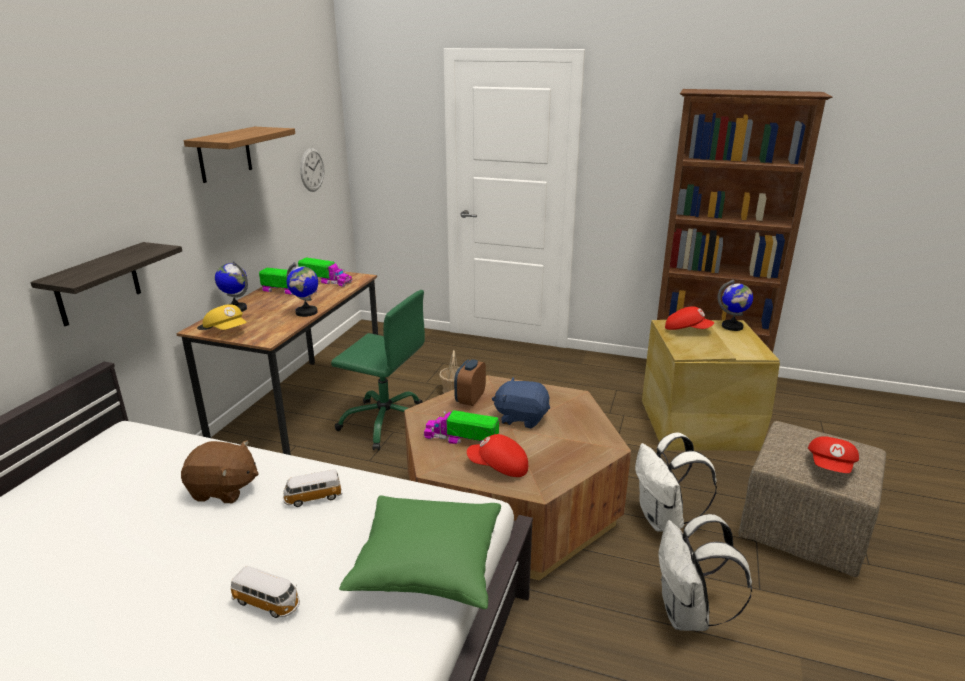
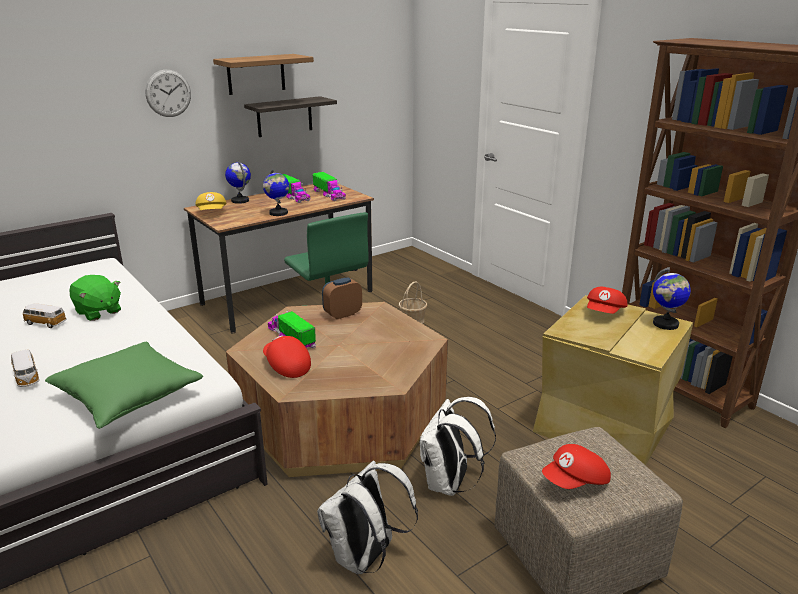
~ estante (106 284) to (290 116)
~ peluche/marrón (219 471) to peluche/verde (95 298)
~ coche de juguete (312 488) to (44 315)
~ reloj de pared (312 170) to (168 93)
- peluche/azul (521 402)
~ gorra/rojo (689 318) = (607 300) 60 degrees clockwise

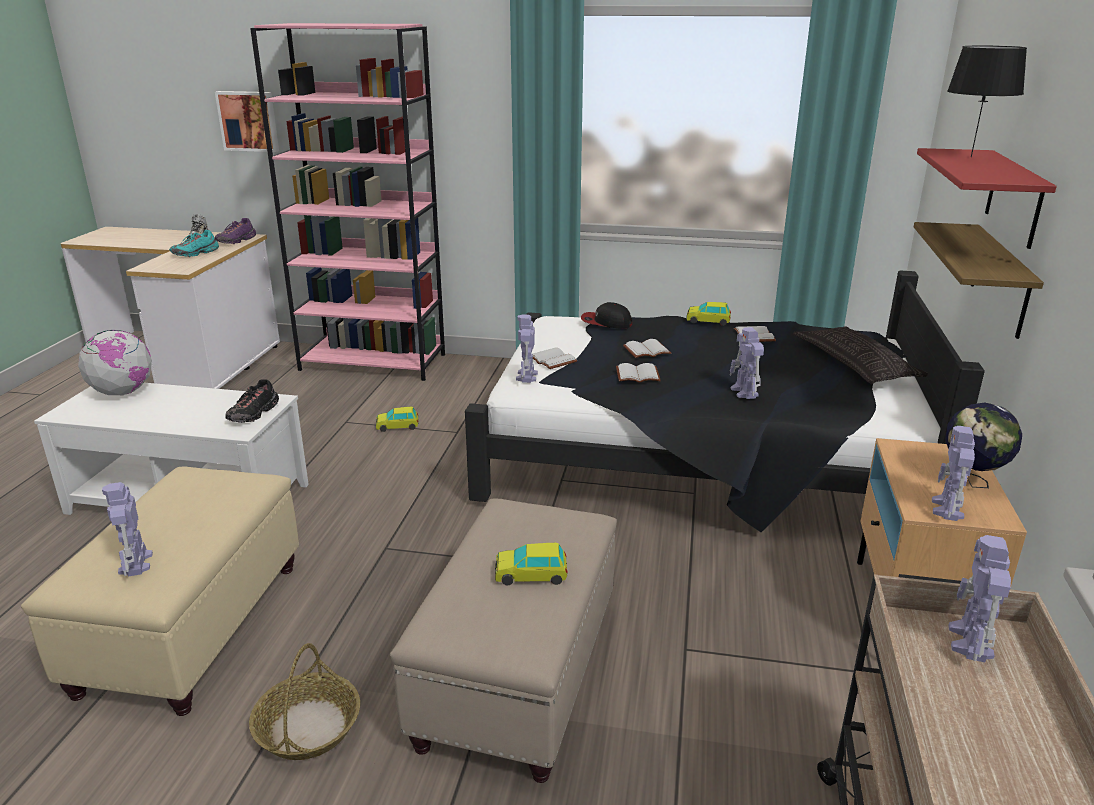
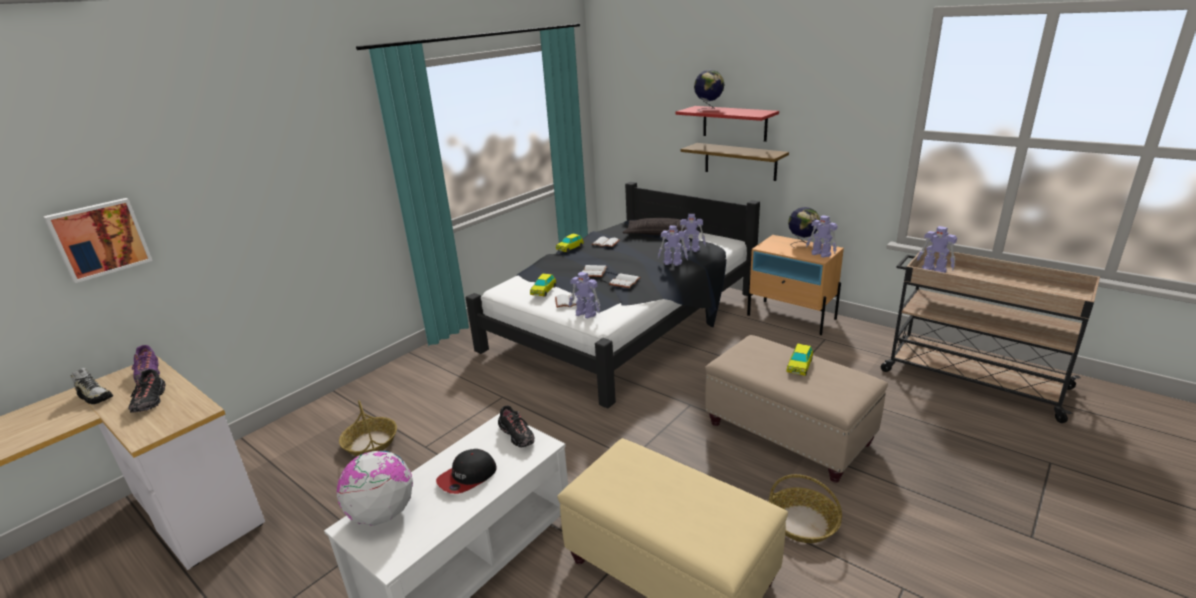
~ robot de juguete (127 529) to (692 233)
~ zapato/turquesa (194 243) to zapato/negro (147 391)
- estantería/rosa (347 202)
~ coche de juguete (397 419) to (543 285)
~ gorra (606 315) to (466 471)
~ lámpara de mesa/negro (987 101) to globo terráqueo (709 90)
+ cesta (368 428)

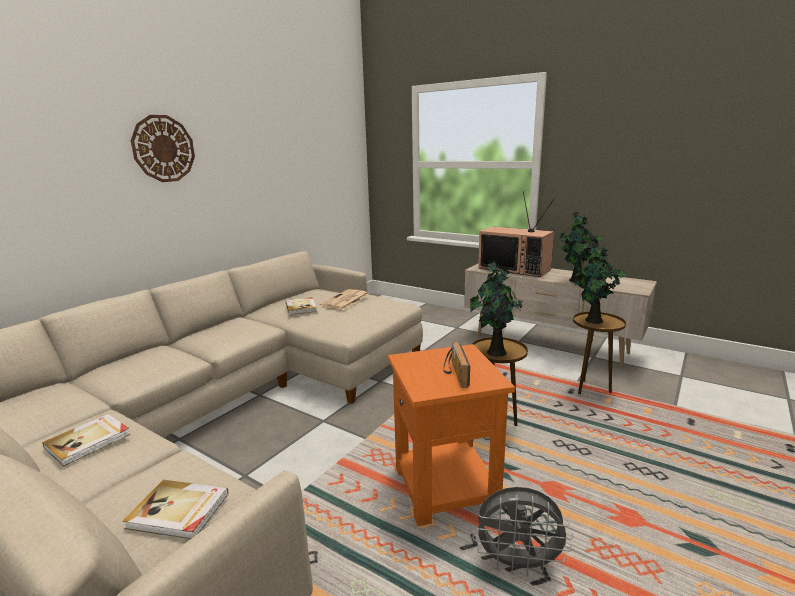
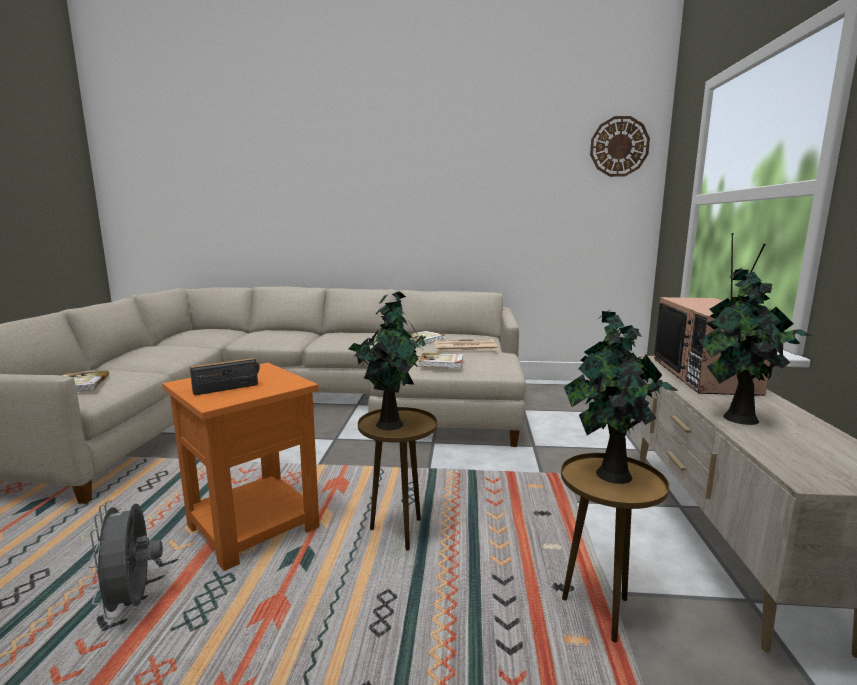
~ libro (86 440) to (441 360)
~ reloj de pared (163 148) to (620 146)

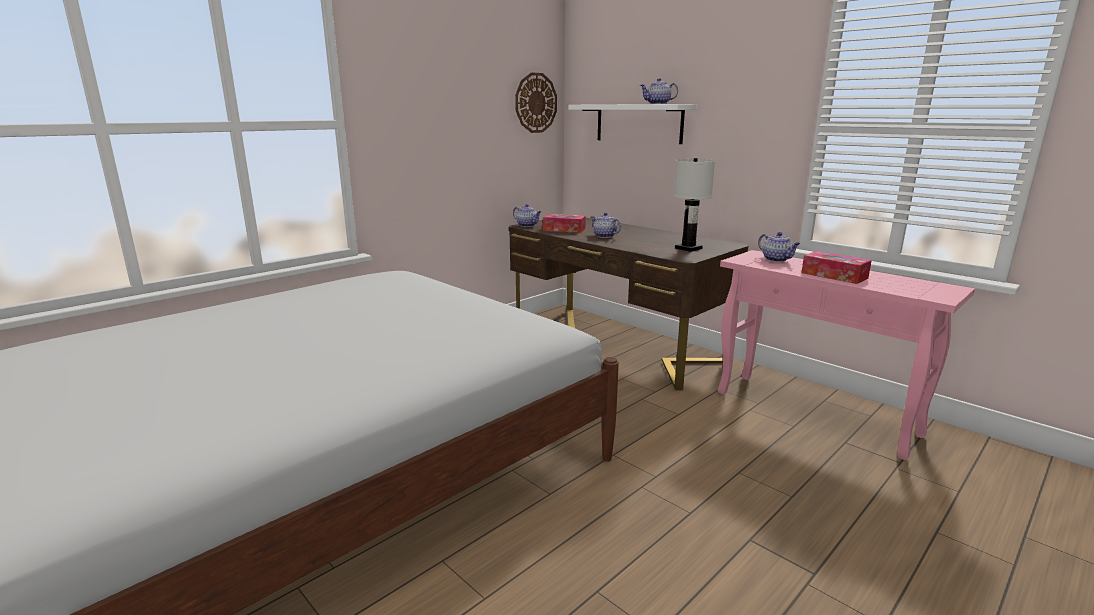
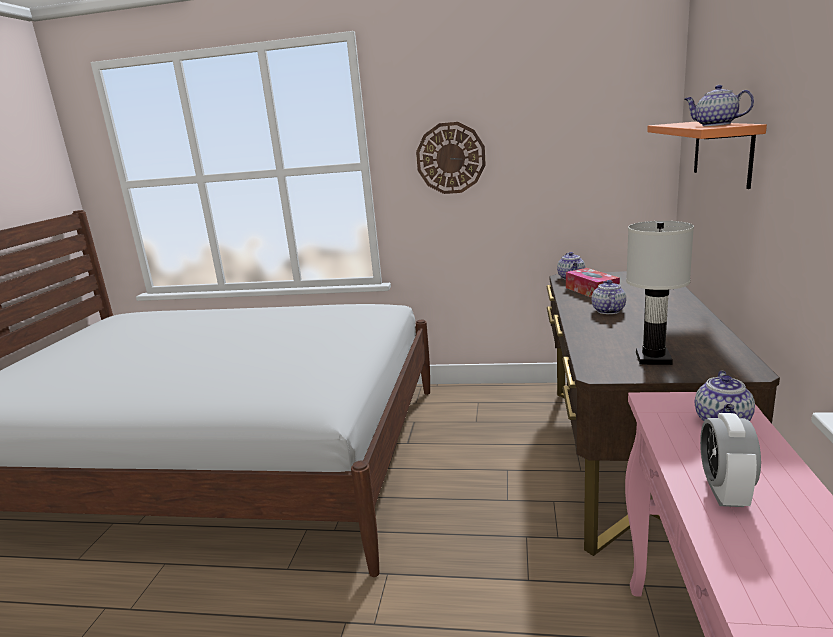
~ reloj de pared (536 102) to (451 158)
~ estante/blanco (633 124) to estante/naranja (707 155)
~ caja de pañuelos (836 267) to despertador (730 460)

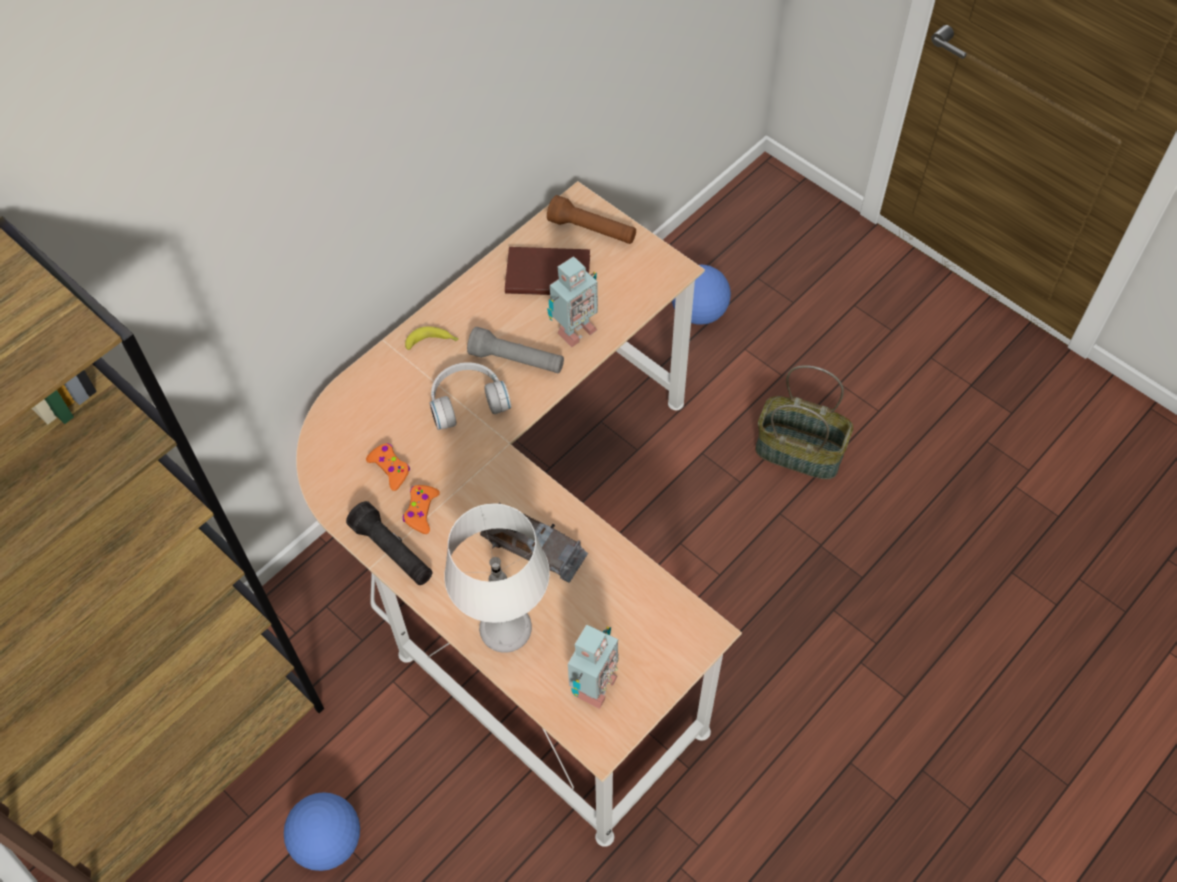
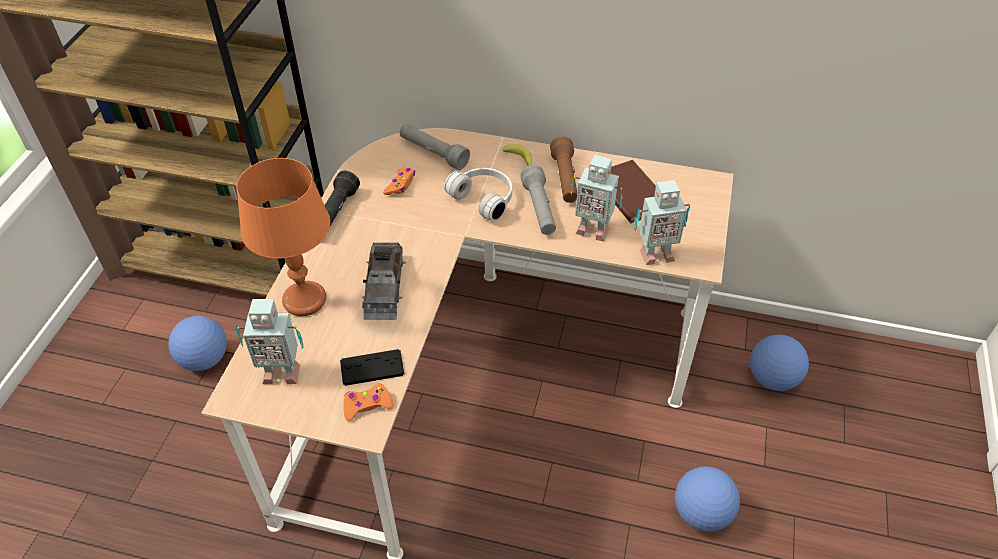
~ mando de consola/naranja (421 509) to (368 402)
~ lámpara de mesa/blanco (497 578) to lámpara de mesa/naranja (283 237)
~ linterna/marrón (591 219) to (563 170)
~ cesta (804 422) to balón de fútbol (707 499)
+ mando de consola/negro (372 367)
+ linterna/gris (435 147)
+ robot de juguete (662 222)

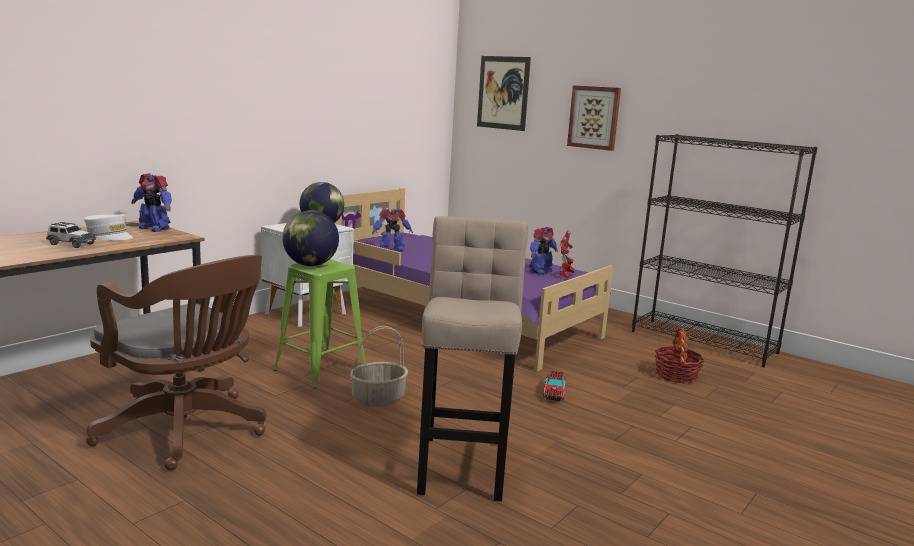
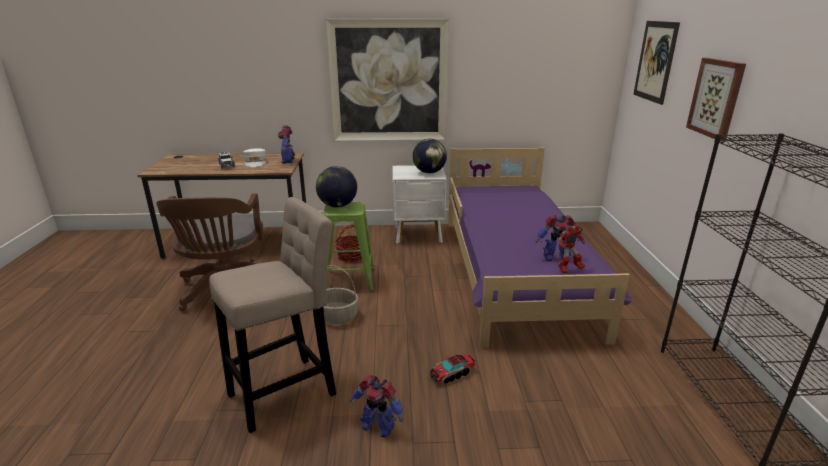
~ robot de juguete (392 230) to (376 406)
~ cesta (679 355) to (348 243)
+ cuadro (387 80)

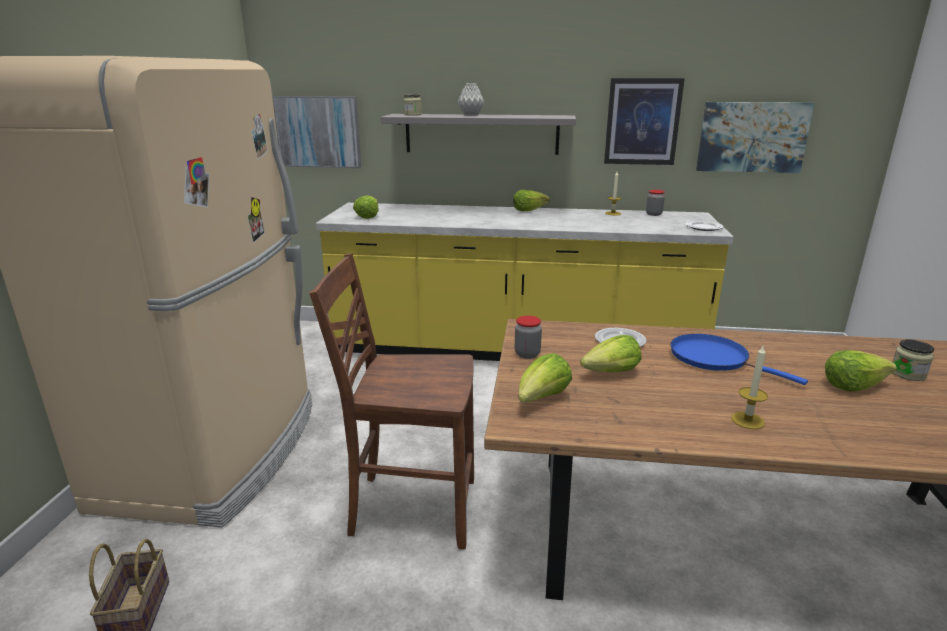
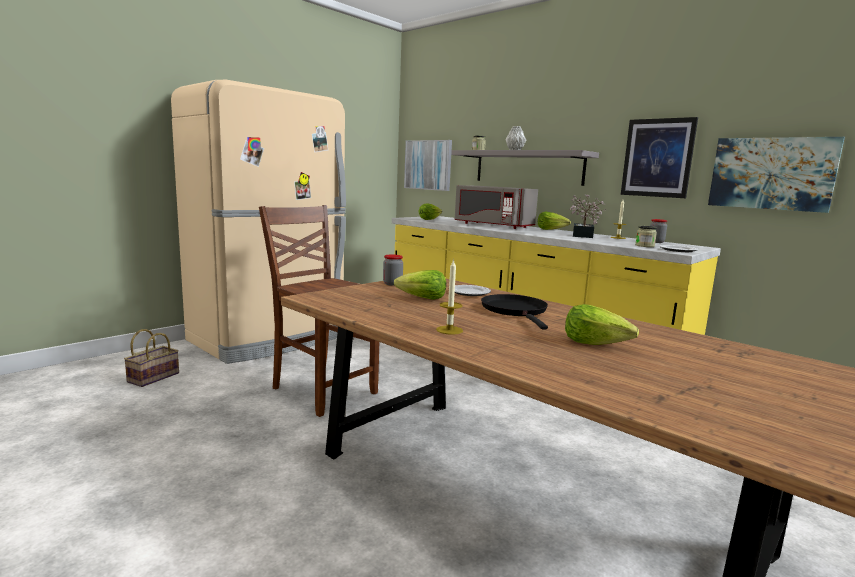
- lechuga (545 378)
~ sartén/azul (739 359) to sartén/negro (514 312)
~ tarro (913 360) to (646 236)
+ microondas/gris (496 207)
+ planta en maceta (587 216)

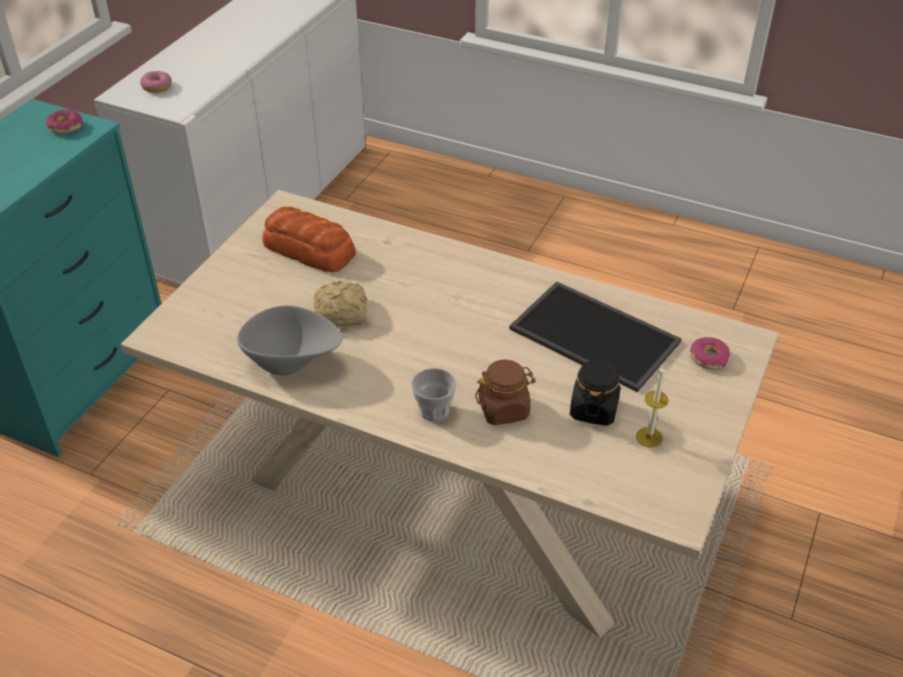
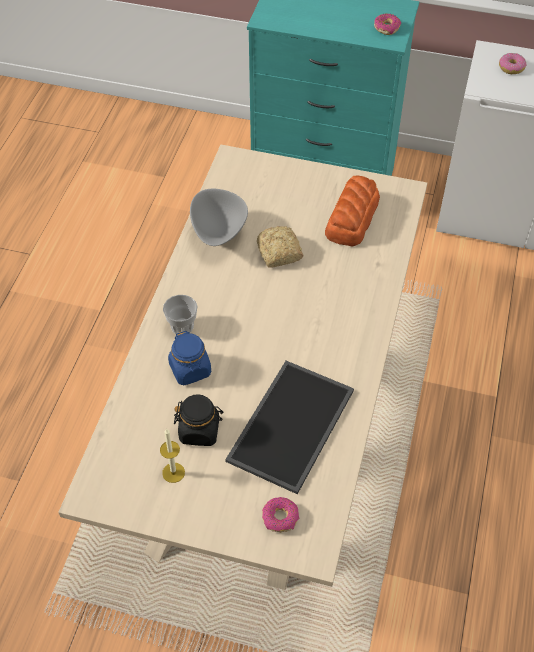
~ tarro/marrón (505 392) to tarro/azul (189 358)

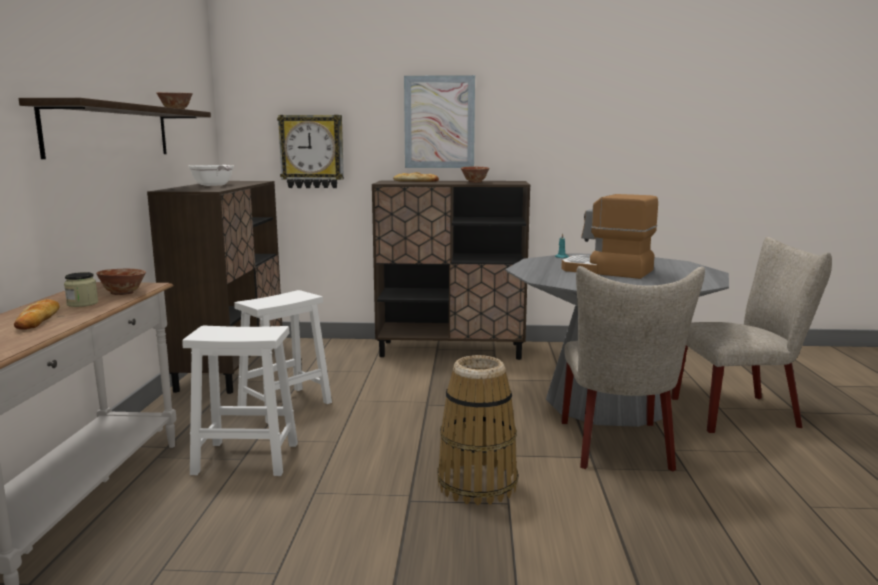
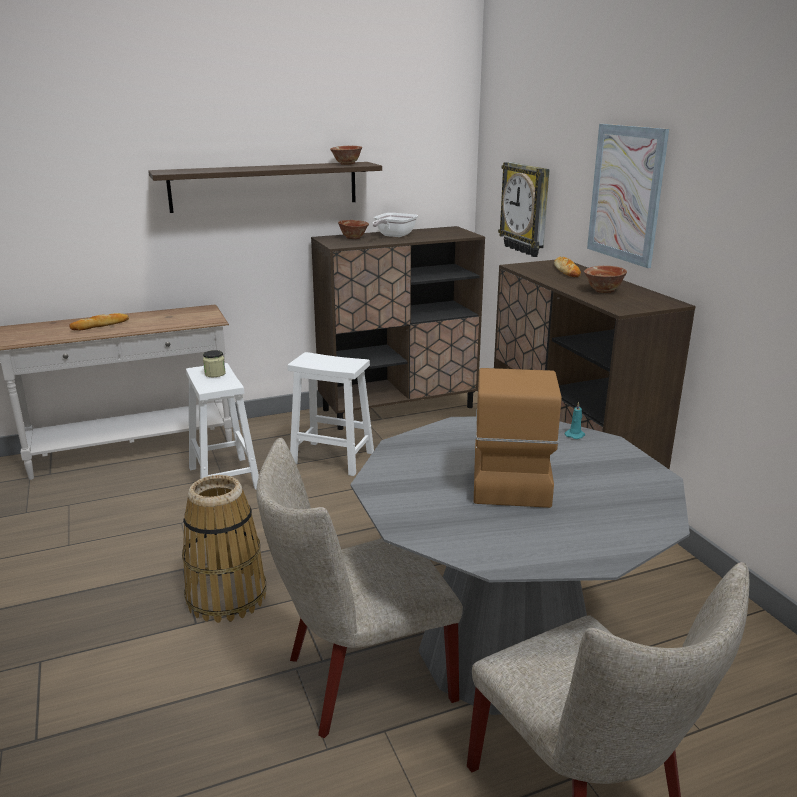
~ tarro (81 289) to (214 363)
~ cuenco (121 282) to (353 229)

